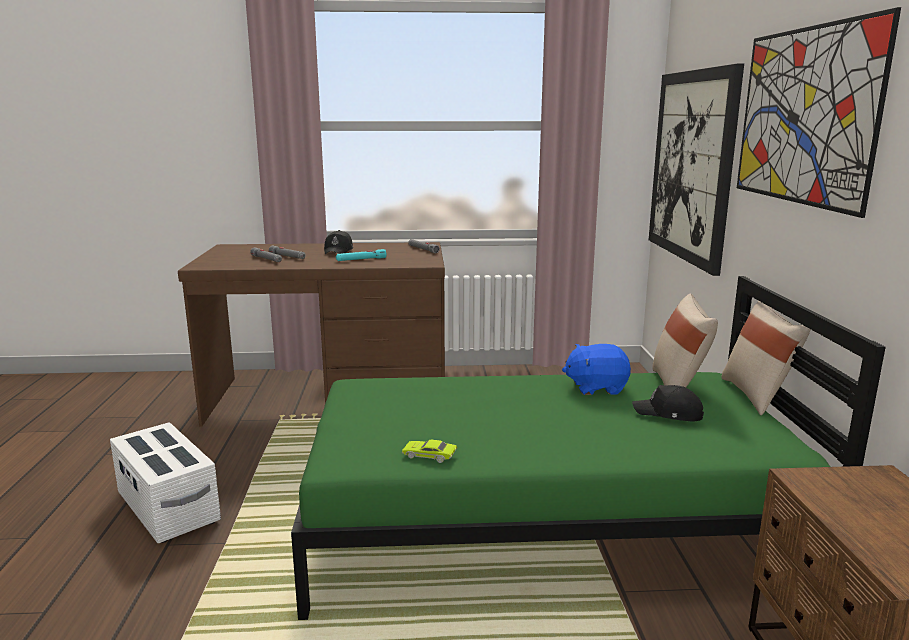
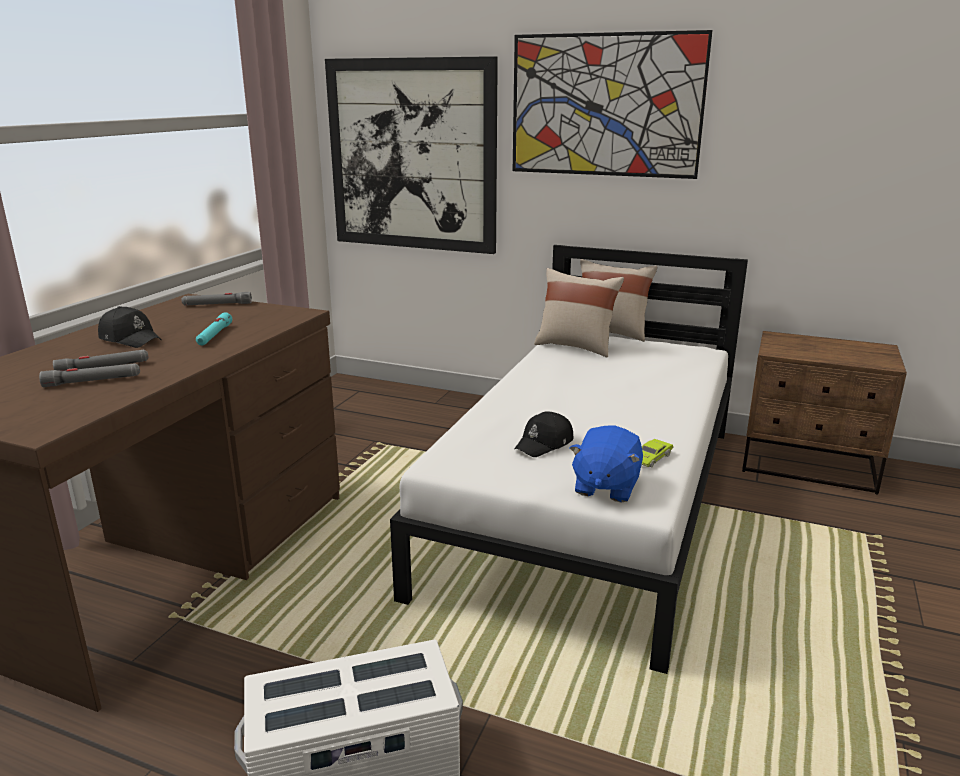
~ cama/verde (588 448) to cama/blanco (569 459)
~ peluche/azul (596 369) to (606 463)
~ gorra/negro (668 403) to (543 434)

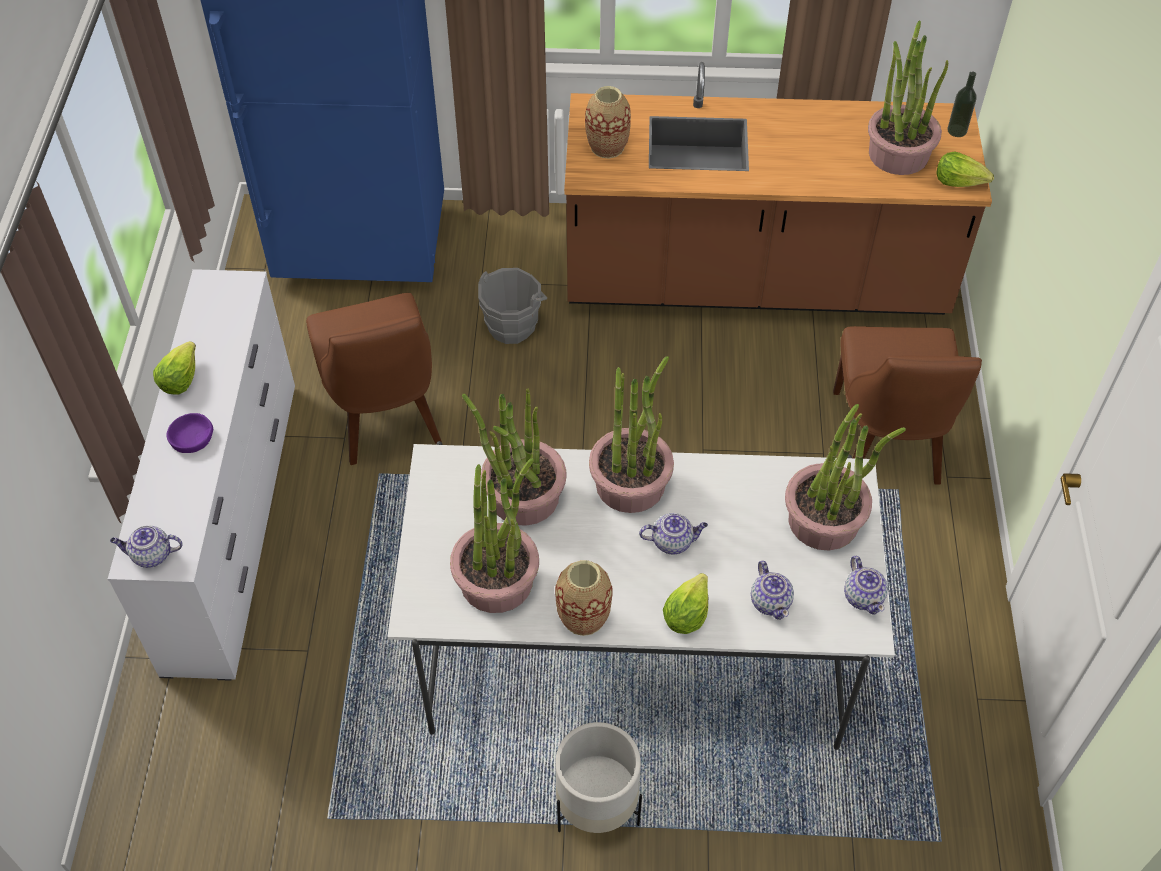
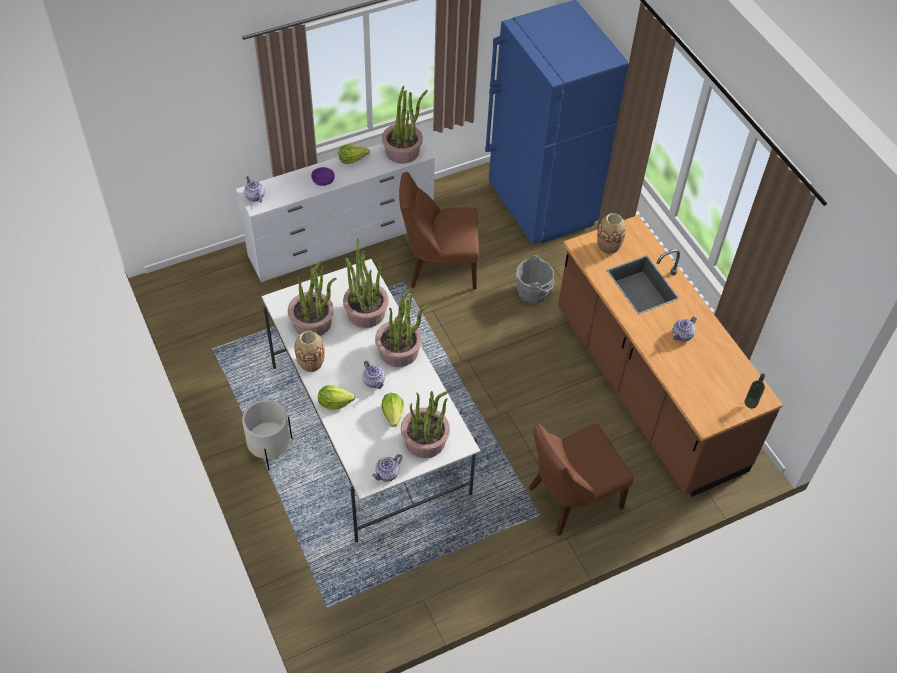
~ silla/marrón (374 379) = (439 230) 45 degrees clockwise
~ tetera (772 590) to (684 328)
~ planta en maceta (908 97) to (405 125)
~ lechuga (965 169) to (393 410)

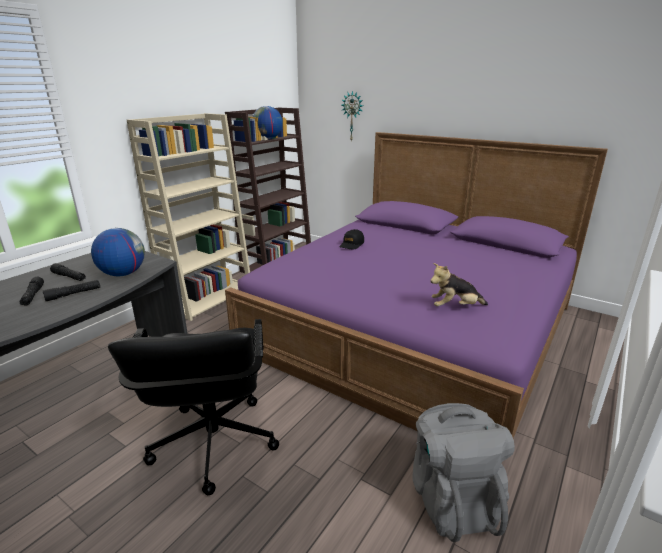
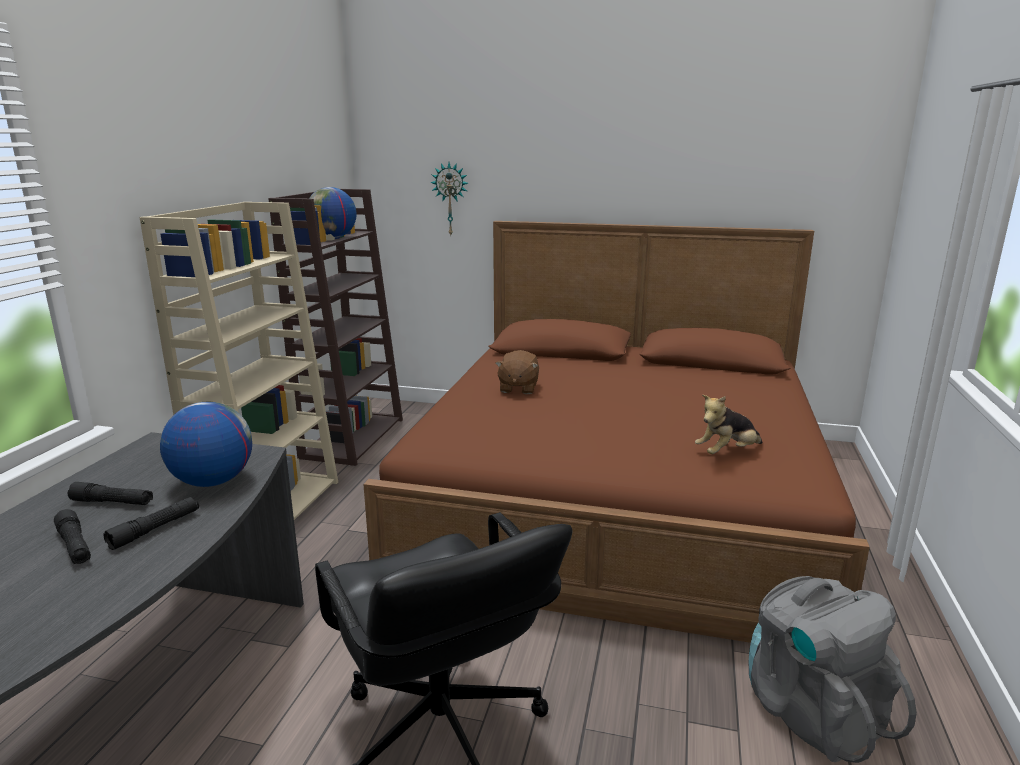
~ cama/morado (416 285) to cama/marrón (616 432)
~ gorra/negro (352 239) to peluche/marrón (517 372)

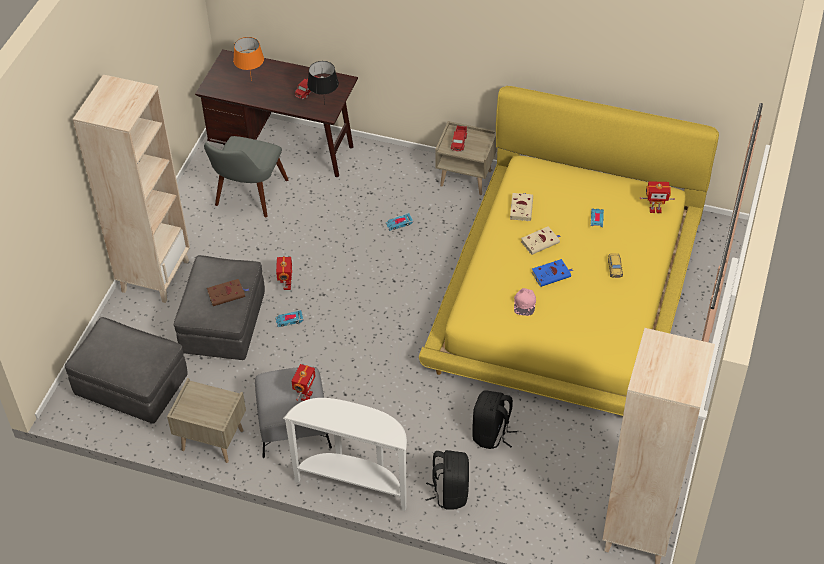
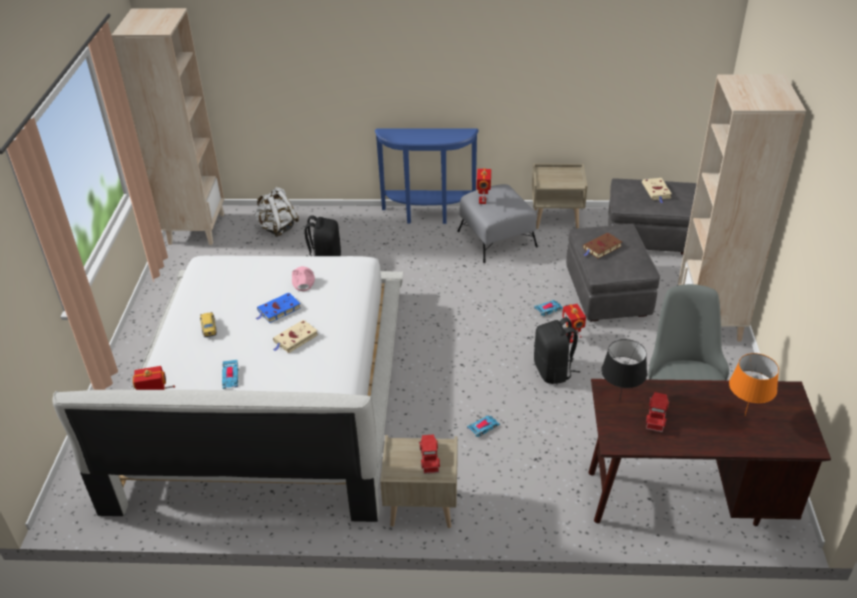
~ mesa consola/blanco (345 454) to mesa consola/azul (427 176)
~ cama/amarillo (569 251) to cama/blanco (227 388)
~ mochila/negro (447 480) to (557 350)
~ libro/beis (521 207) to (657 190)
+ mochila/blanco (276 211)

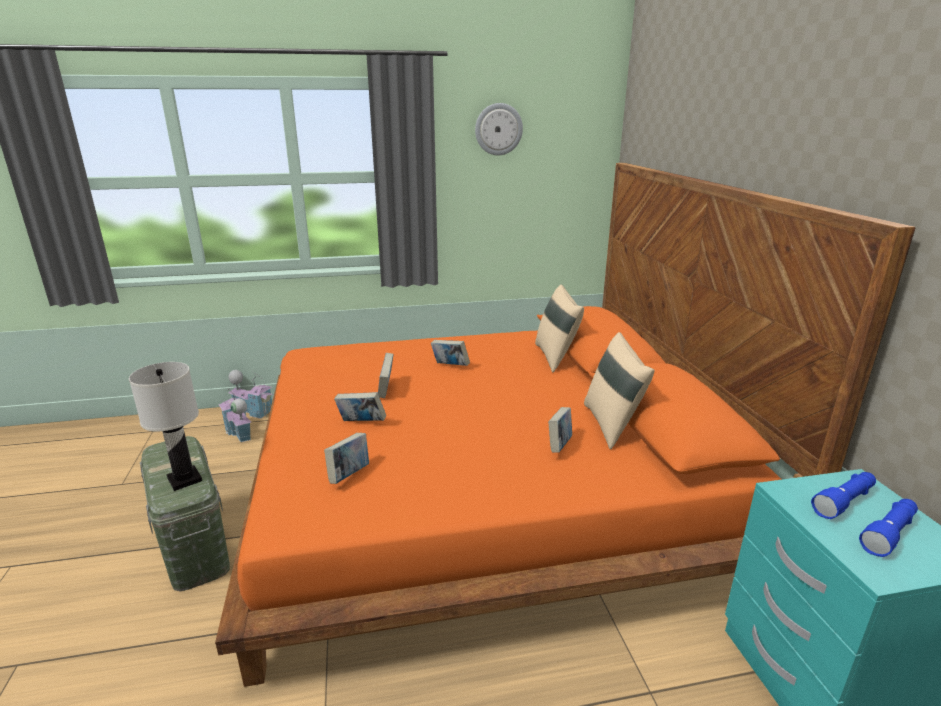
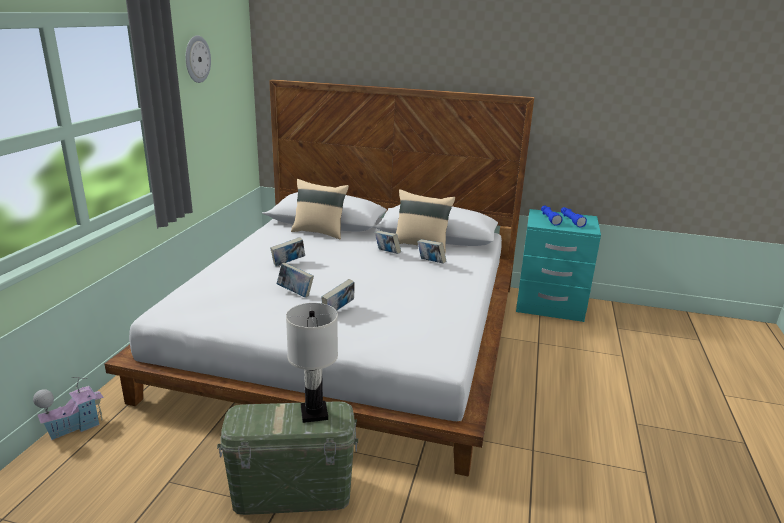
~ cama/naranja (565 425) to cama/blanco (319 278)
- casita (234 414)
~ libro (346 458) to (388 242)

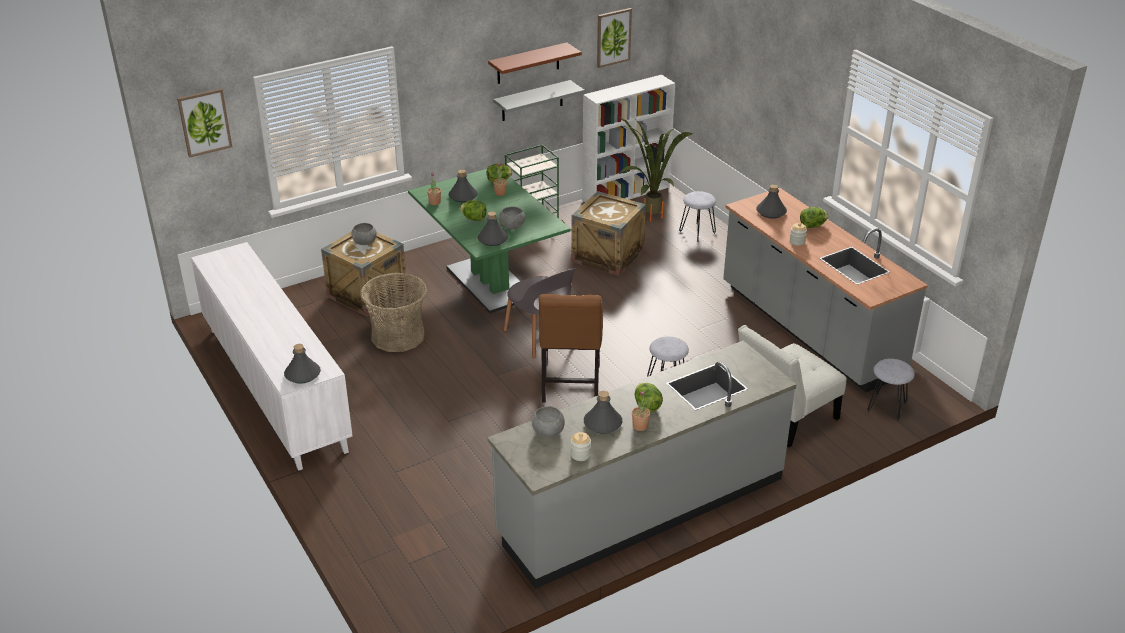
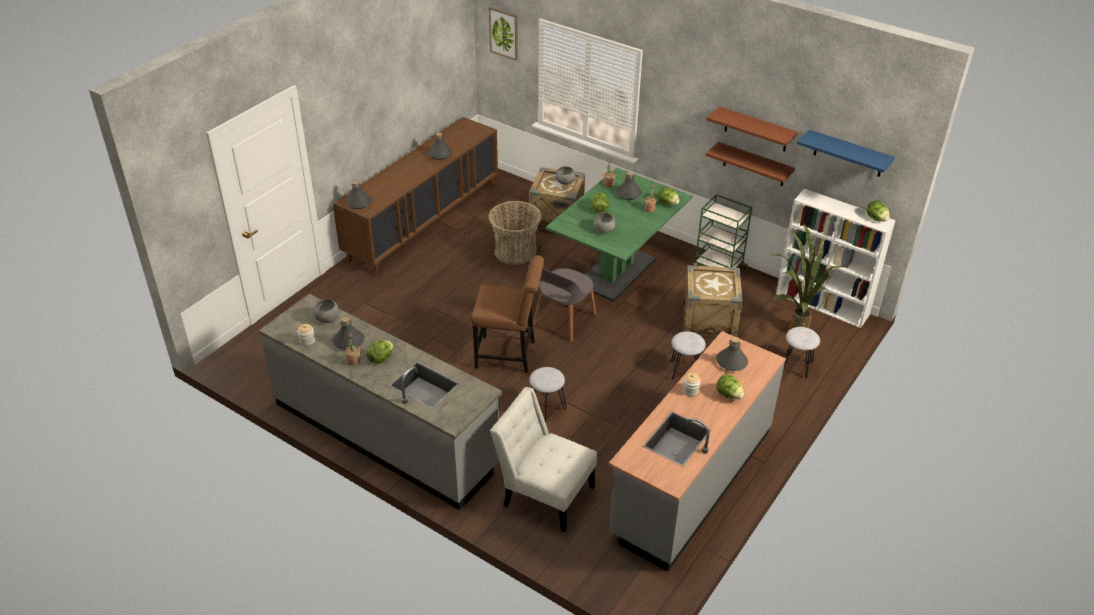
~ armario/blanco (272 356) to armario/marrón (415 196)
~ botella/gris (492 229) to (440 146)
~ estante/gris (539 100) to estante/marrón (750 164)
~ silla/marrón (571 348) = (507 314) 150 degrees counterclockwise
~ cuadro (614 38) to estante/azul (846 153)
~ taburete/gris (891 389) to (688 356)
+ lechuga (878 211)

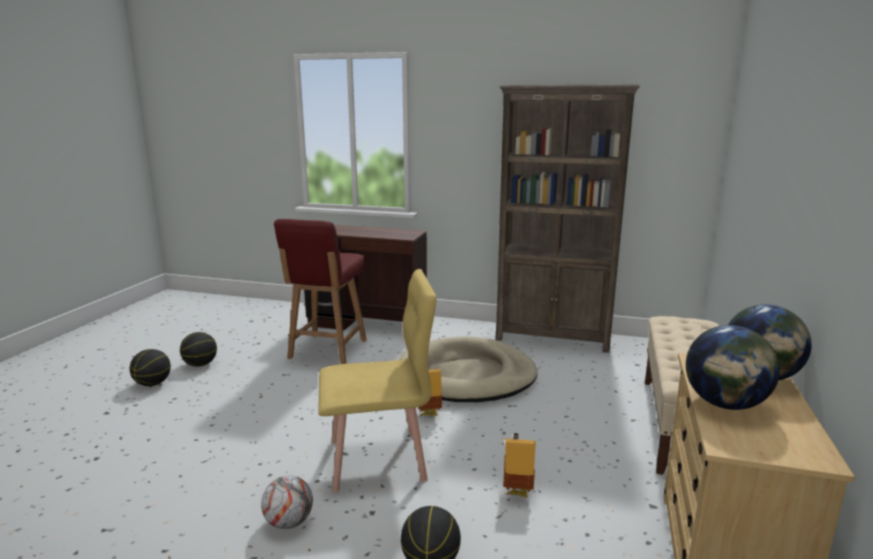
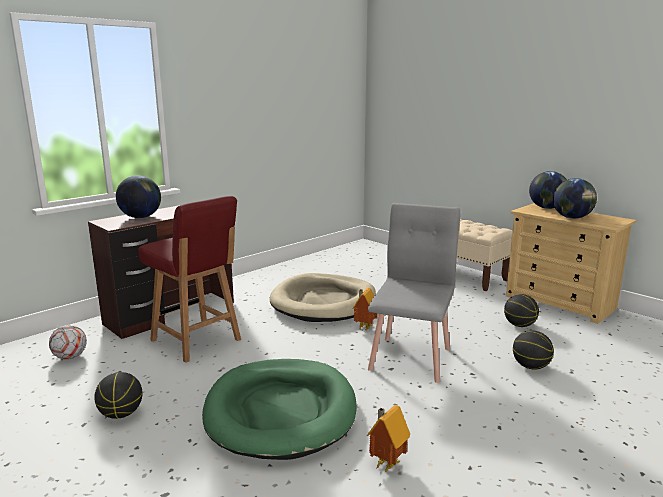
~ balón de baloncesto (150 367) to (521 310)
~ balón de fútbol (287 502) to (68 342)
~ silla/amarillo (377 380) to silla/gris (414 293)
- estantería/marrón (568 219)
~ casita (519 465) to (388 439)
+ globo terráqueo (138 196)
+ cama para perro/verde (279 409)

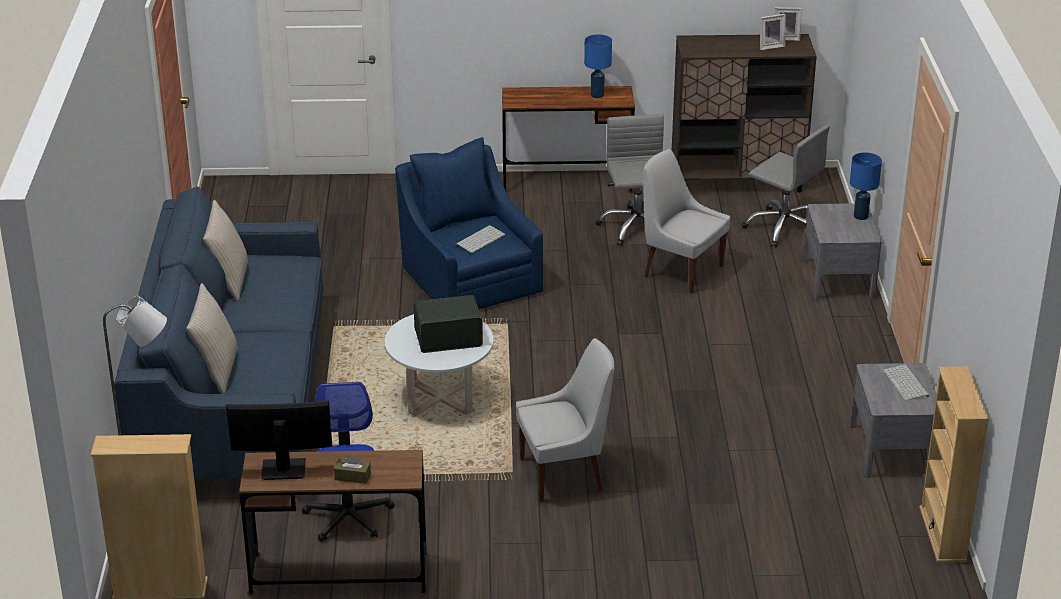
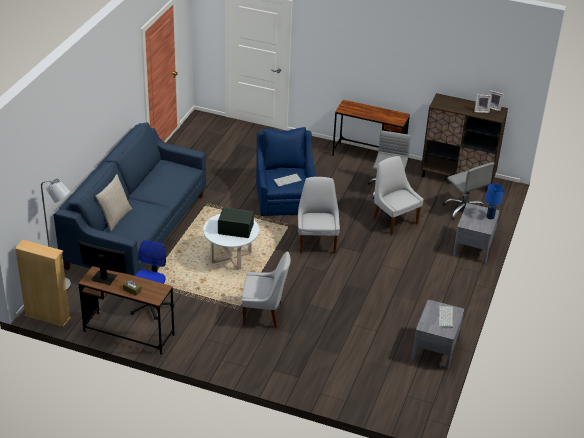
- cojín/beis (225 250)
- lámpara de mesa/azul (598 66)
- estantería/beis (954 464)
+ silla/blanco (319 215)

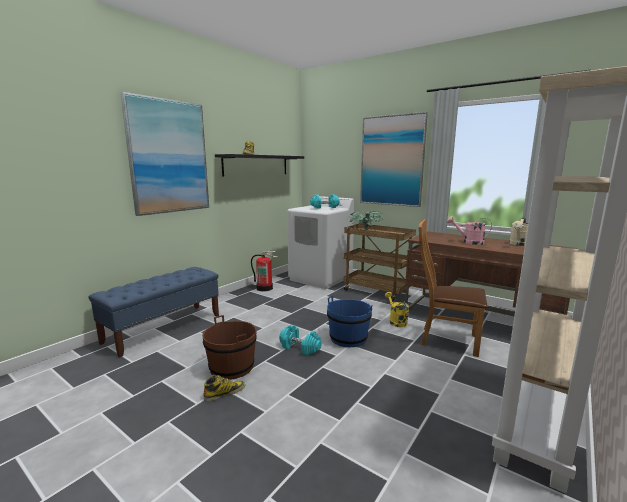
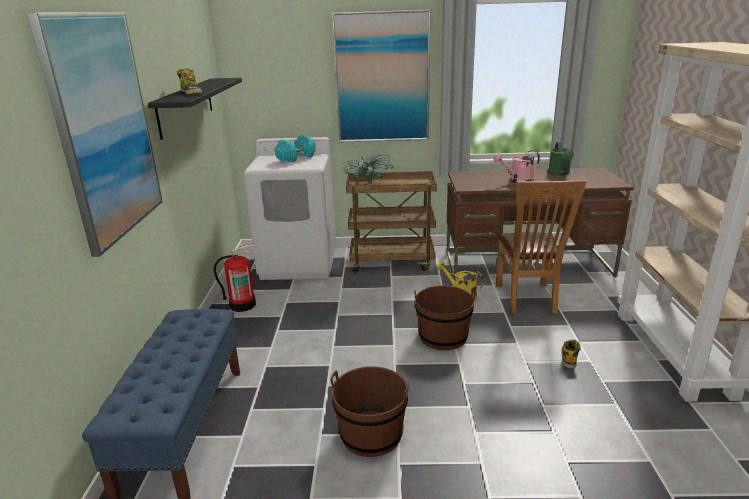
~ bota (224 388) to (571 354)
- mancuerna/turquesa (300 340)
~ cubo/azul (349 321) to cubo/marrón (445 317)
~ silla/marrón (453 288) = (541 246) 75 degrees counterclockwise
~ regadera/beis (518 231) to regadera/verde (561 159)

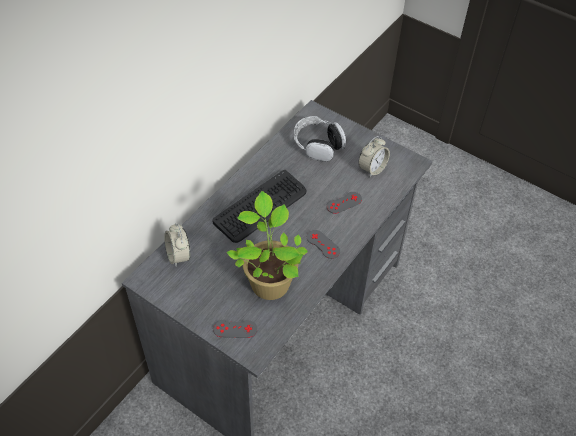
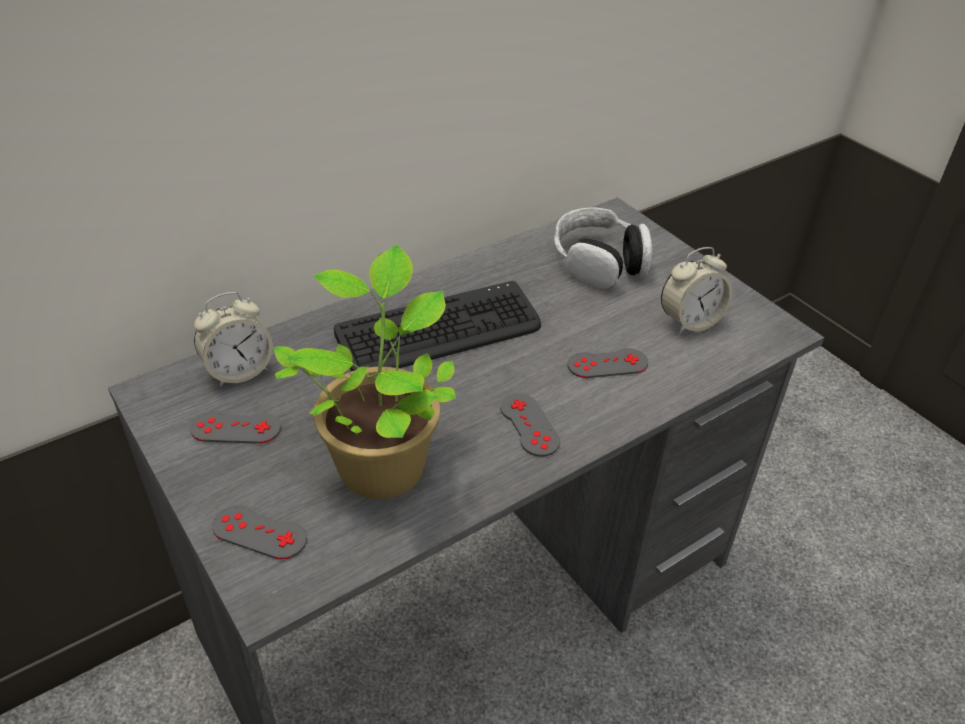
~ despertador (177 244) = (233 339) 120 degrees counterclockwise
+ mando de consola/gris (235 428)

